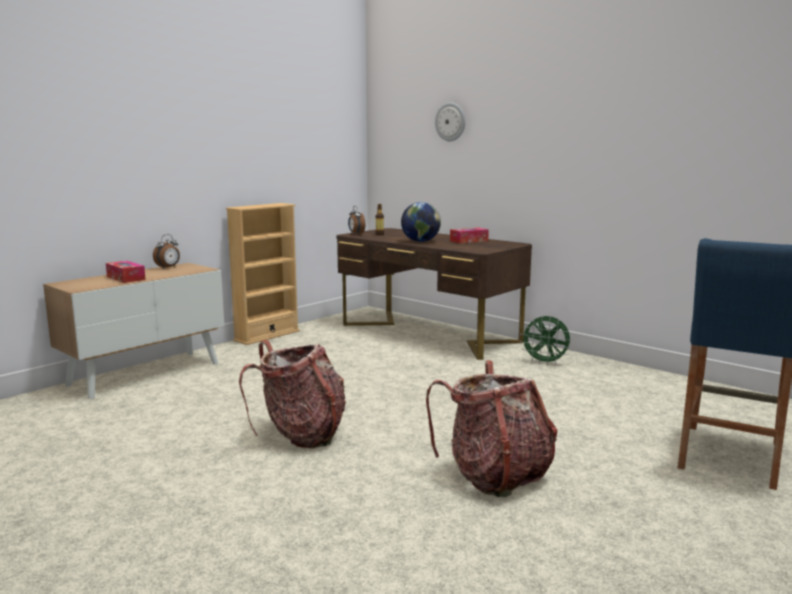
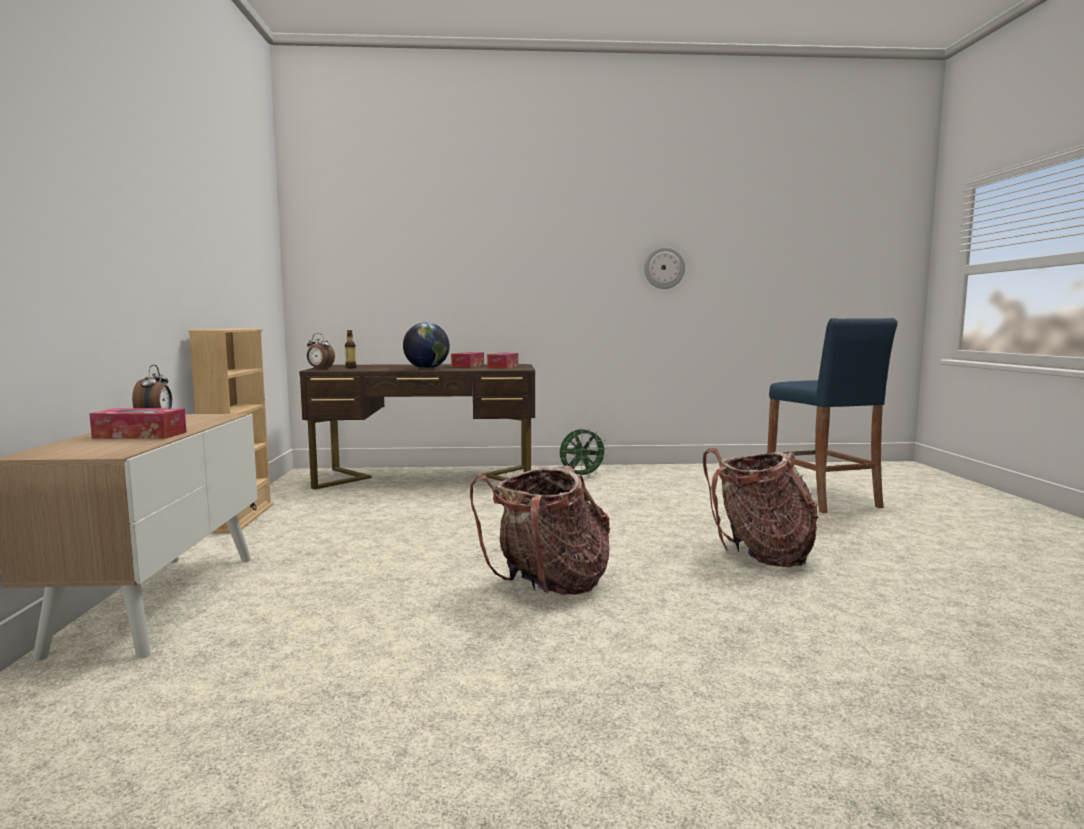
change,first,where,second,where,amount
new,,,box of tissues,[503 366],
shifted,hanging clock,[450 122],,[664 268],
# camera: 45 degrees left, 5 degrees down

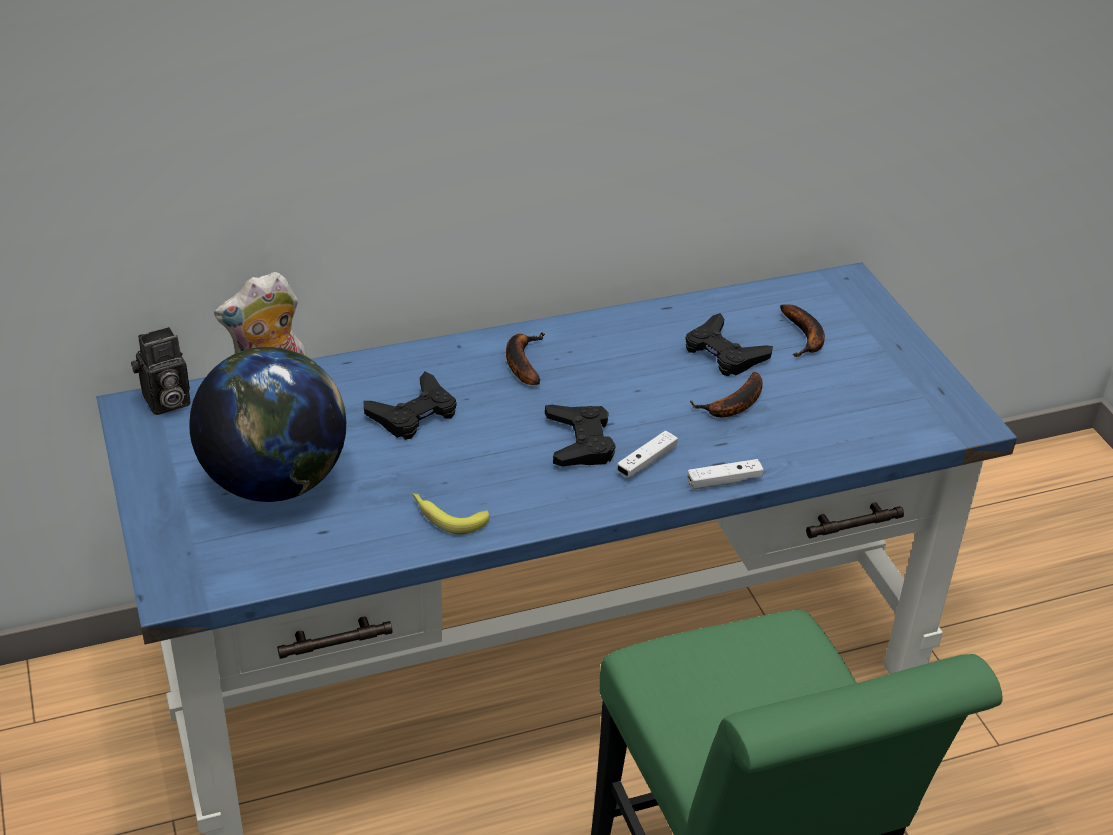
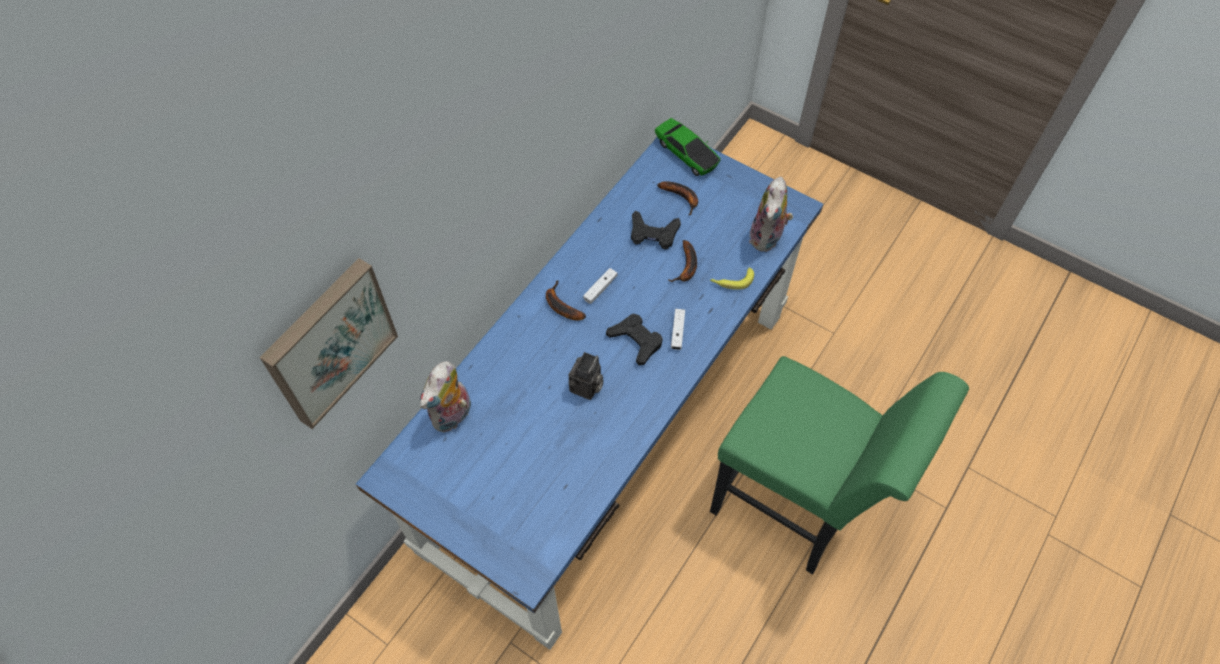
change,first,where,second,where,amount
new,,,wall art,[328 341],
shifted,photo camera,[165 402],,[586 388],
shifted,white-coloured game controller,[724 481],,[600 289],
new,,,model car,[686 153],
shifted,banana fruit,[447 516],,[731 281],
new,,,soft toy,[767 238],
gone,world globe,[275 483],,,
gone,black-coloured game controller,[413 414],,,
# camera: 35 degrees left, 20 degrees up

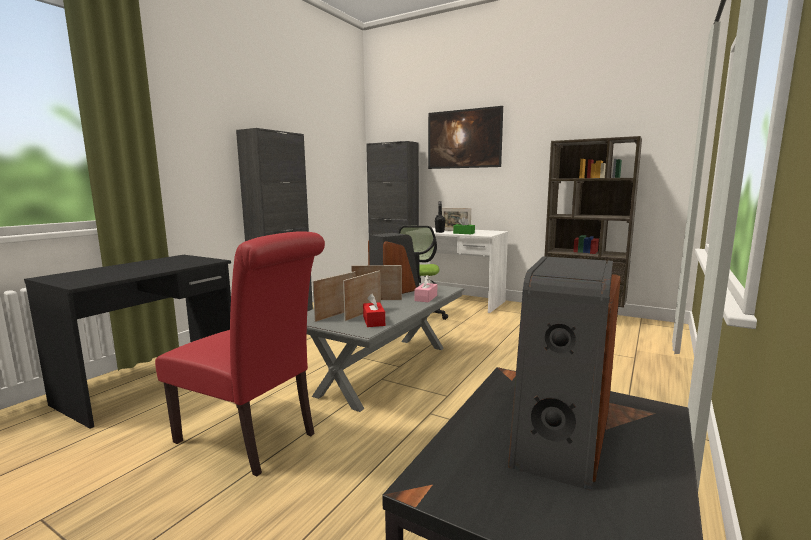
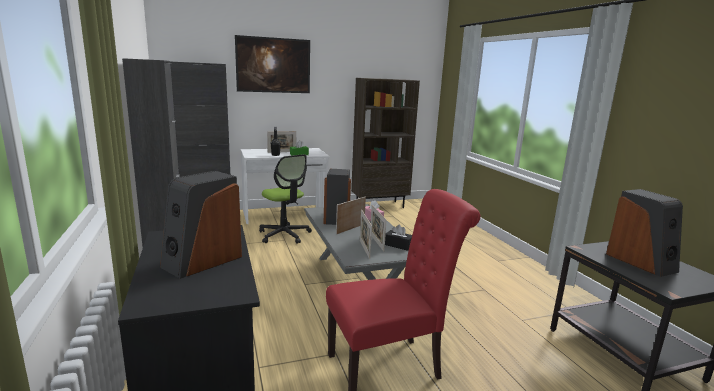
change,first,where,second,where,amount
new,,,loudspeaker,[202 261],
repainted,red box of tissues,[374 321],black-coloured box of tissues,[398 245],
# camera: 50 degrees left, 5 degrees up

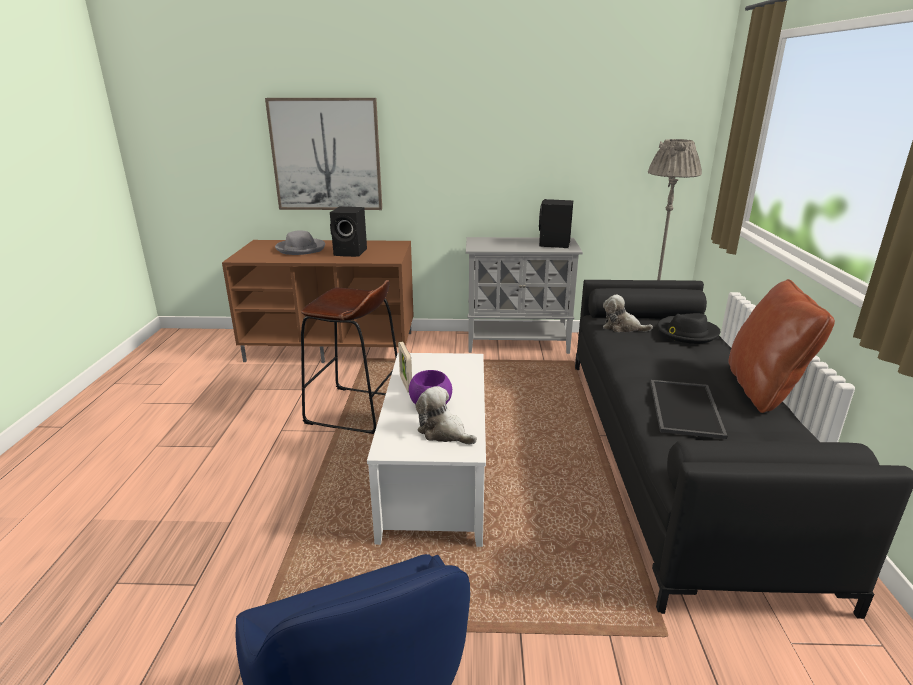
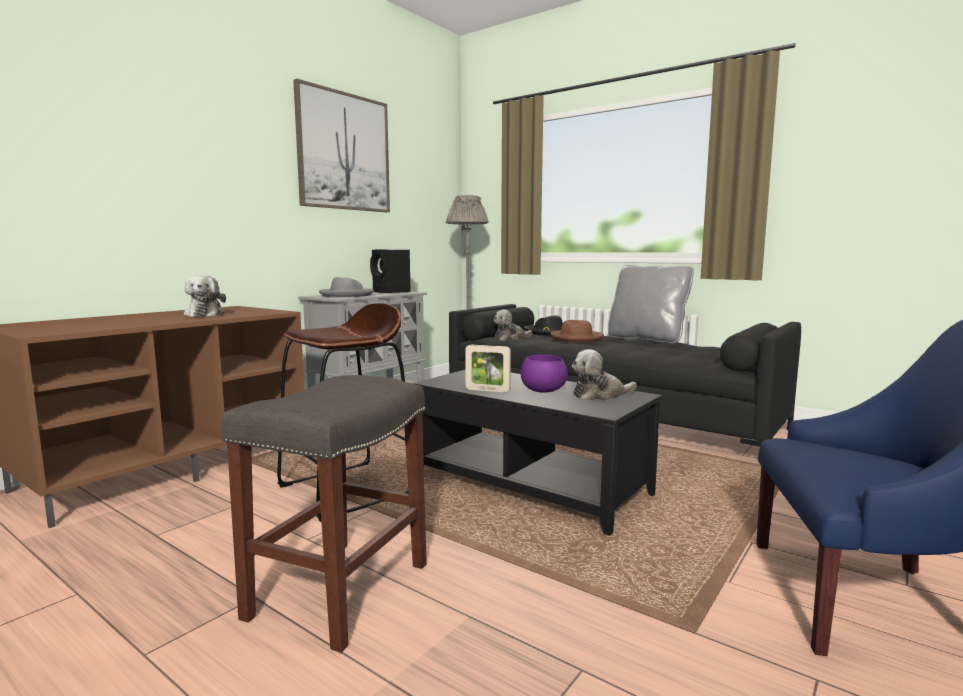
change,first,where,second,where,amount
swapped,black-coloured loudspeaker,[351 252],soft toy,[205 314],
new,,,greyish stool seat,[339 592],
shifted,wall art,[326 155],,[344 152],
shifted,greyish clothing hat,[301 249],,[346 295],
repainted,white-coloured low table,[437 475],black-coloured low table,[531 485],
new,,,brownish clothing hat,[577 339],
repainted,brownish throw pillow,[763 390],greyish throw pillow,[647 339],
gone,carrying tray,[683 407],,,
# camera: 55 degrees left, 15 degrees down

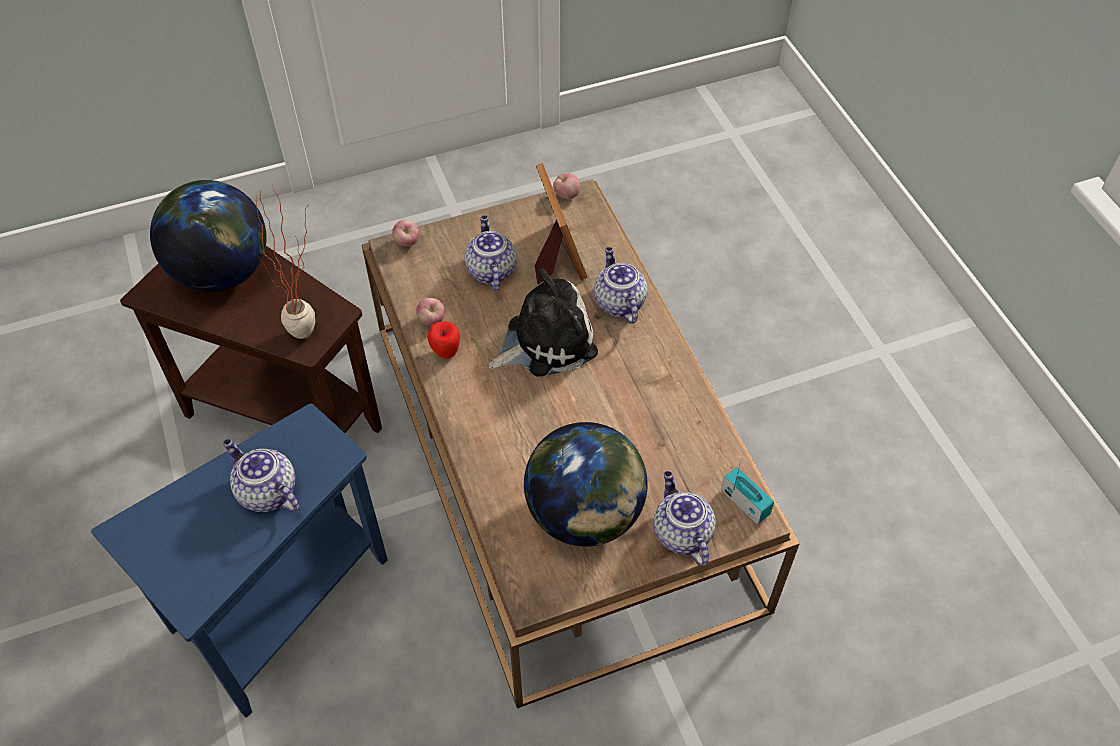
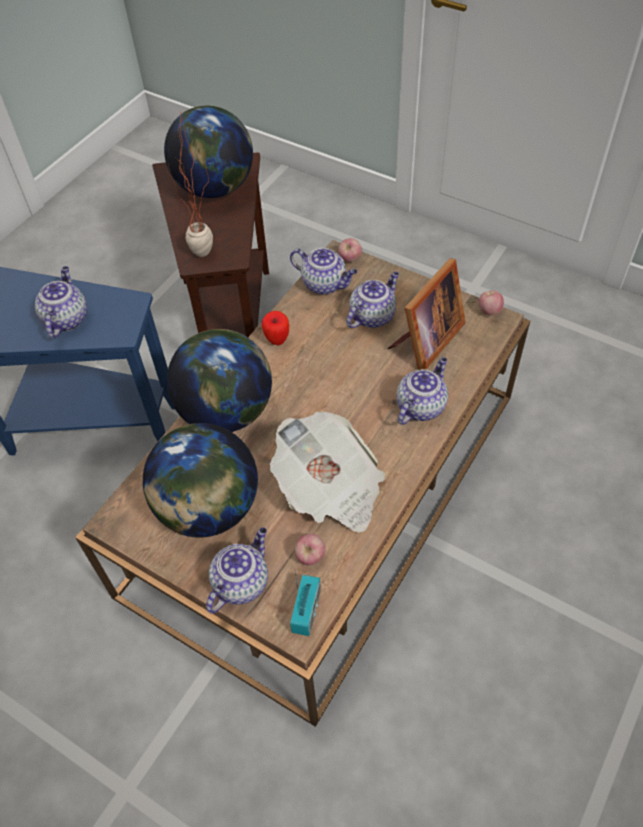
change,first,where,second,where,amount
new,,,world globe,[226 411],
new,,,newspaper,[330 488],
new,,,tea pot,[325 284],
shifted,apple fruit,[432 321],,[310 556],
gone,soft toy,[545 341],,,
# camera: 55 degrees right, 0 degrees up

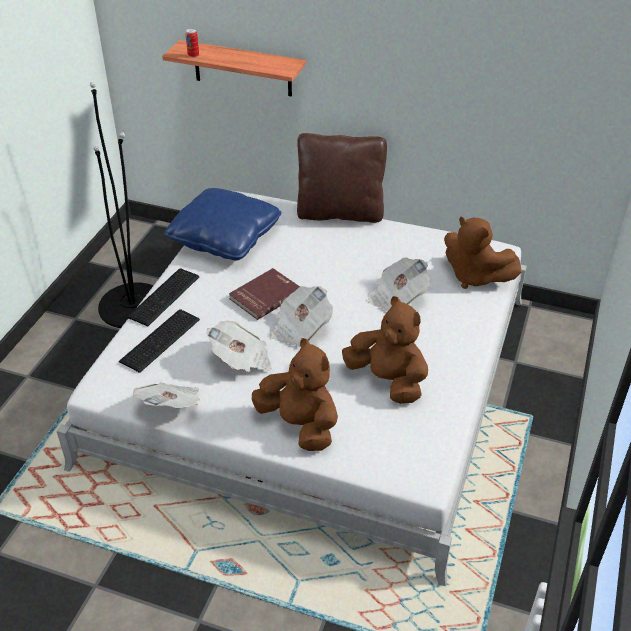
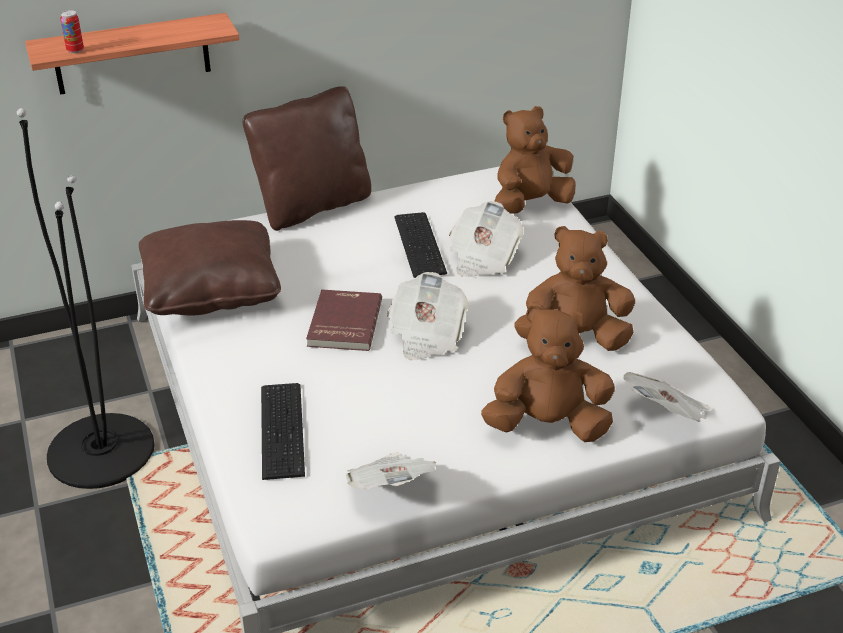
change,first,where,second,where,amount
repainted,blue-coloured throw pillow,[224 238],brownish throw pillow,[211 289],
shifted,computer keyboard,[166 296],,[421 244],
rotated,brownish soft toy,[474 276],,[530 205],150 degrees clockwise
shifted,newspaper,[241 360],,[666 415],
# camera: 40 degrees left, 5 degrees down

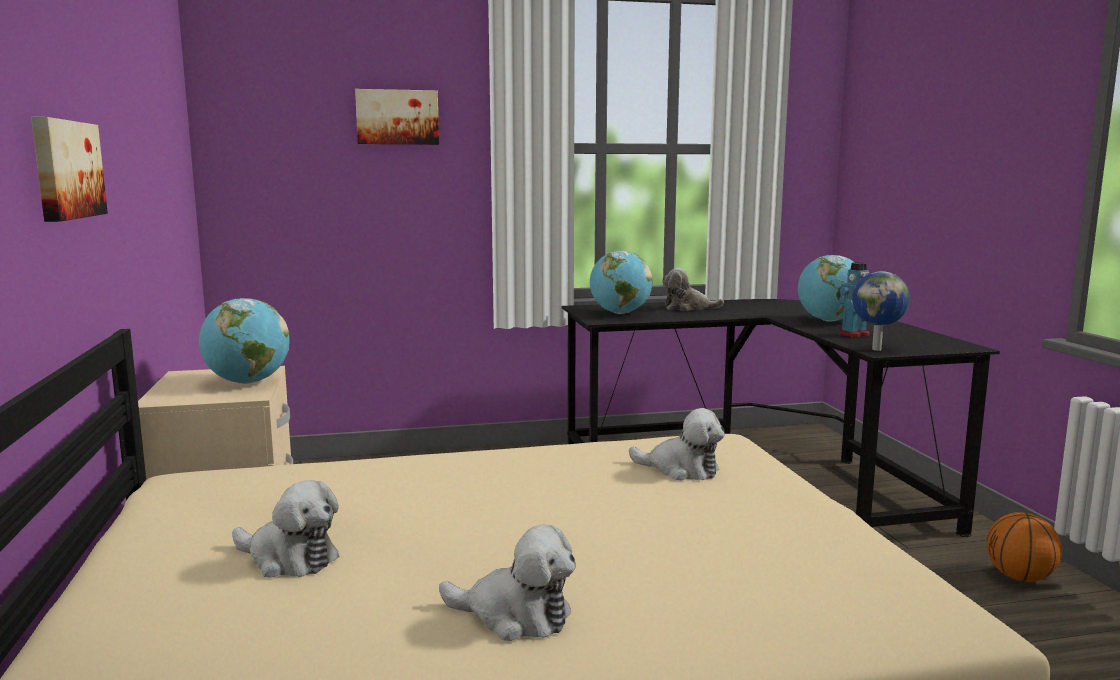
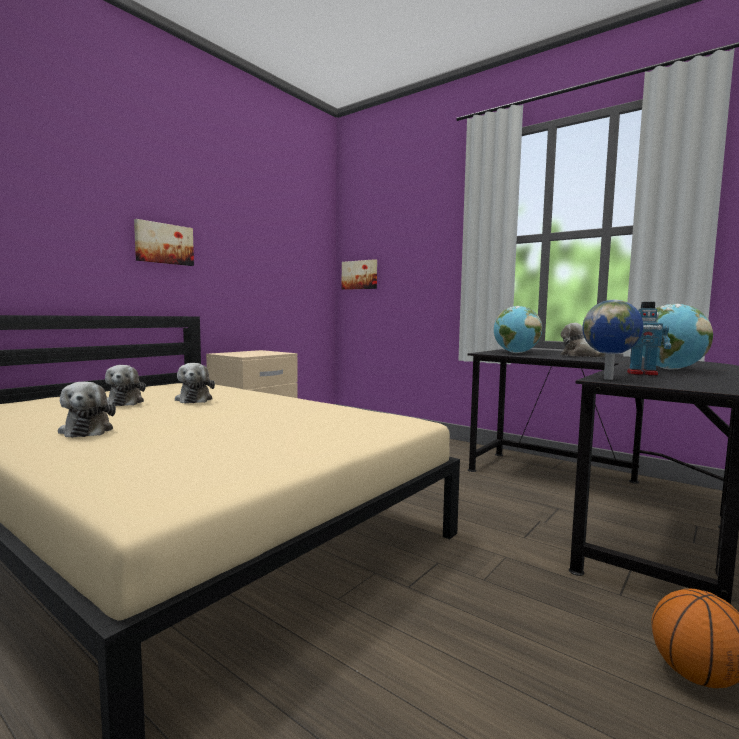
change,first,where,second,where,amount
shifted,soft toy,[681 469],,[194 399],
shifted,wall art,[397 117],,[360 275],
gone,world globe,[247 382],,,
# camera: 50 degrees right, 5 degrees down

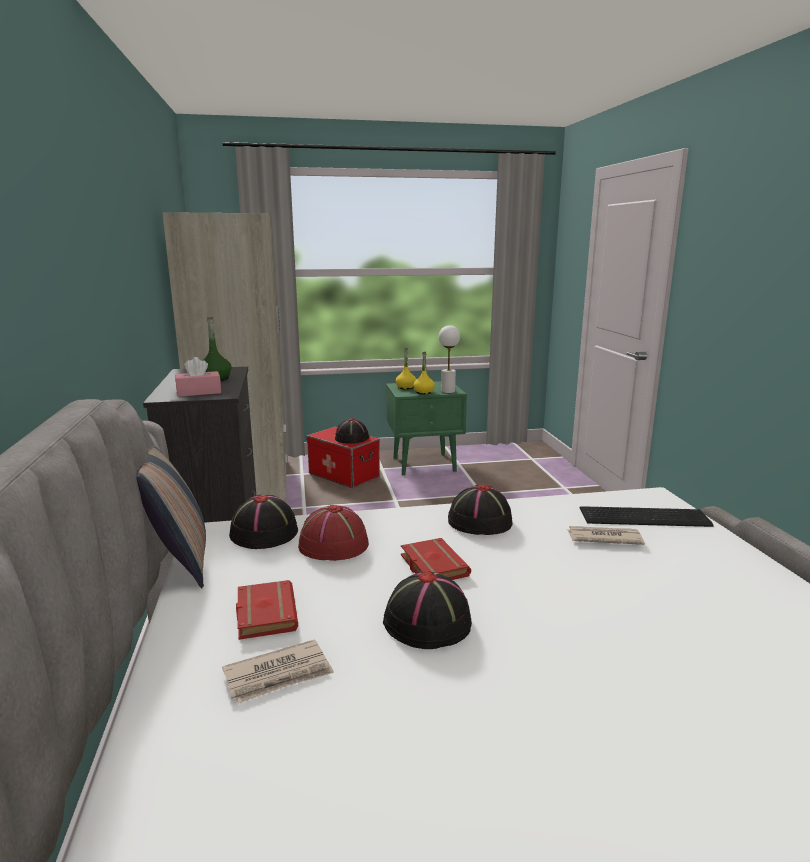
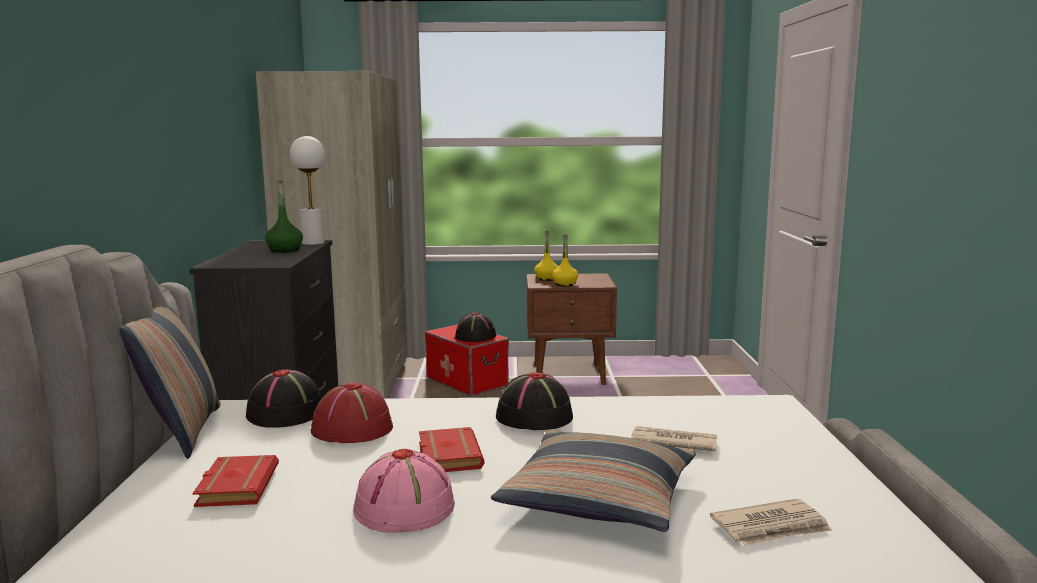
change,first,where,second,where,amount
shifted,white-coloured lamp for a table,[448 391],,[313 243],
repainted,black-coloured clothing hat,[428 623],pink-coloured clothing hat,[405 509],
new,,,throw pillow,[599 498],
repainted,green night table,[425 464],brownish night table,[570 375],
shifted,newspaper,[279 675],,[772 527],
gone,pink-coloured box of tissues,[199 392],,,
gone,computer keyboard,[641 516],,,
# camera: 10 degrees right, 5 degrees down

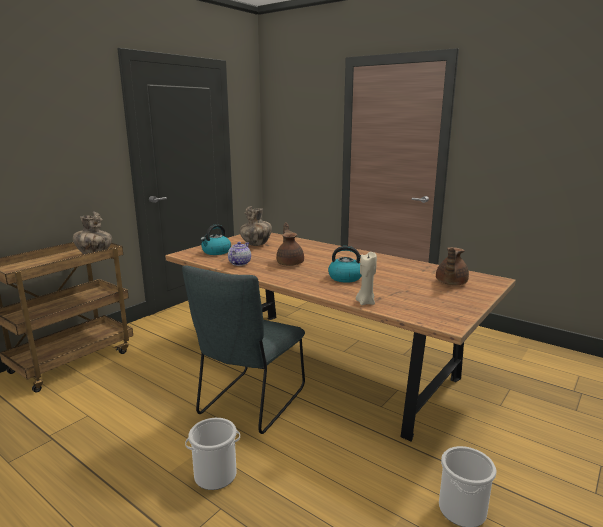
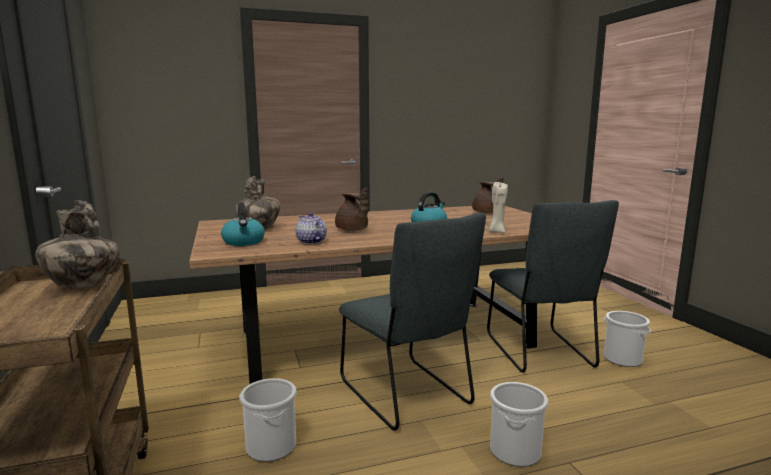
change,first,where,second,where,amount
new,,,pail,[271 446],
rotated,brownish tea pot,[290 263],,[352 230],150 degrees counterclockwise
new,,,greyish plain chair,[541 353],
# camera: 55 degrees left, 5 degrees down

